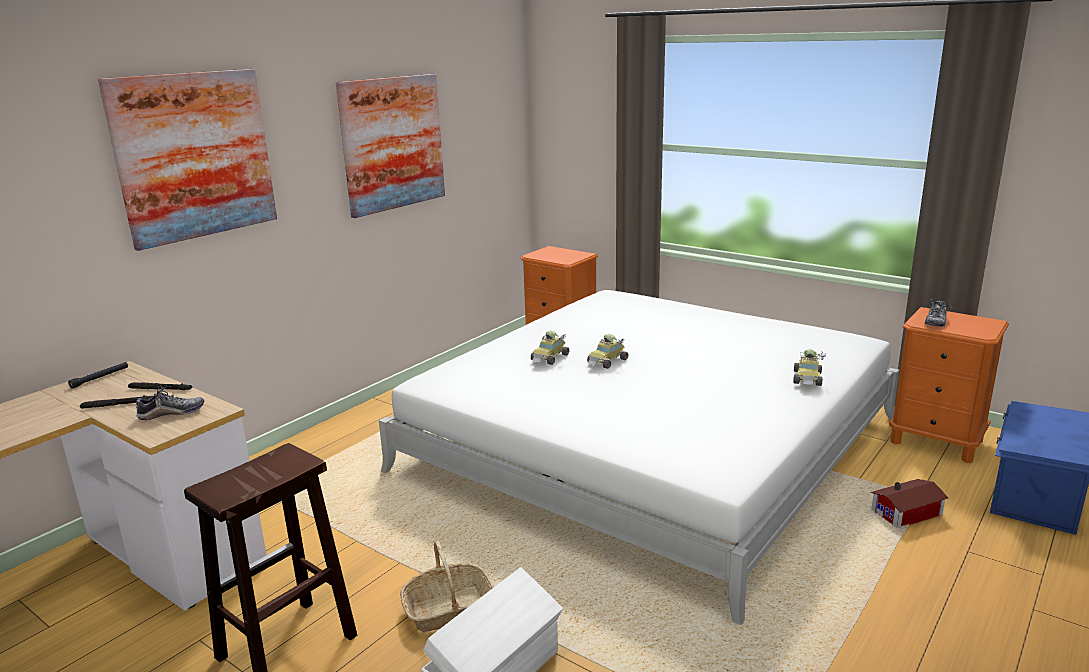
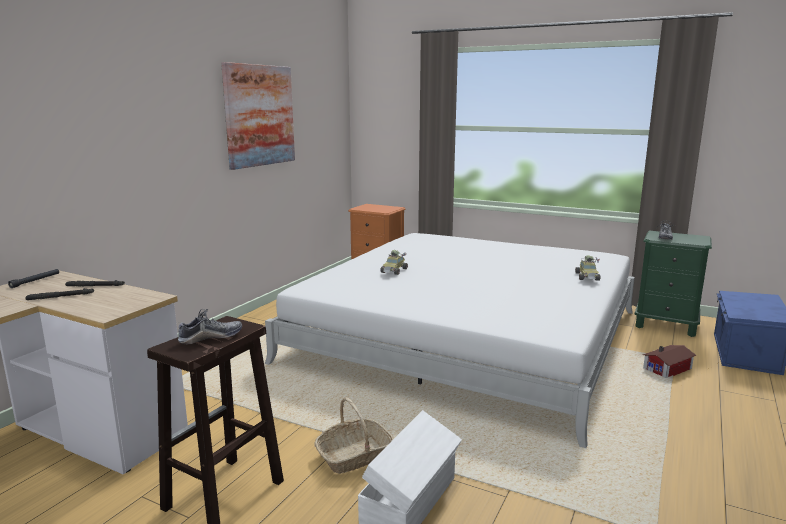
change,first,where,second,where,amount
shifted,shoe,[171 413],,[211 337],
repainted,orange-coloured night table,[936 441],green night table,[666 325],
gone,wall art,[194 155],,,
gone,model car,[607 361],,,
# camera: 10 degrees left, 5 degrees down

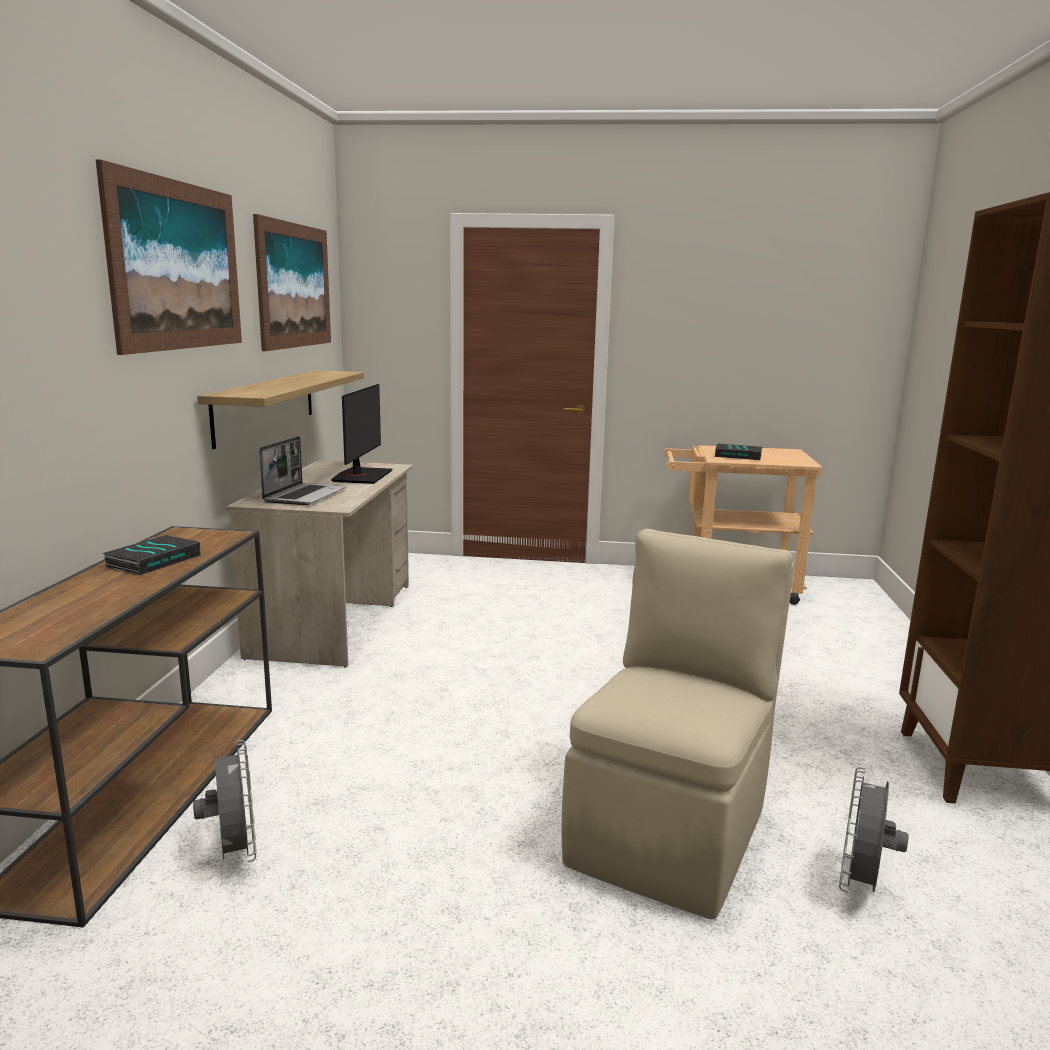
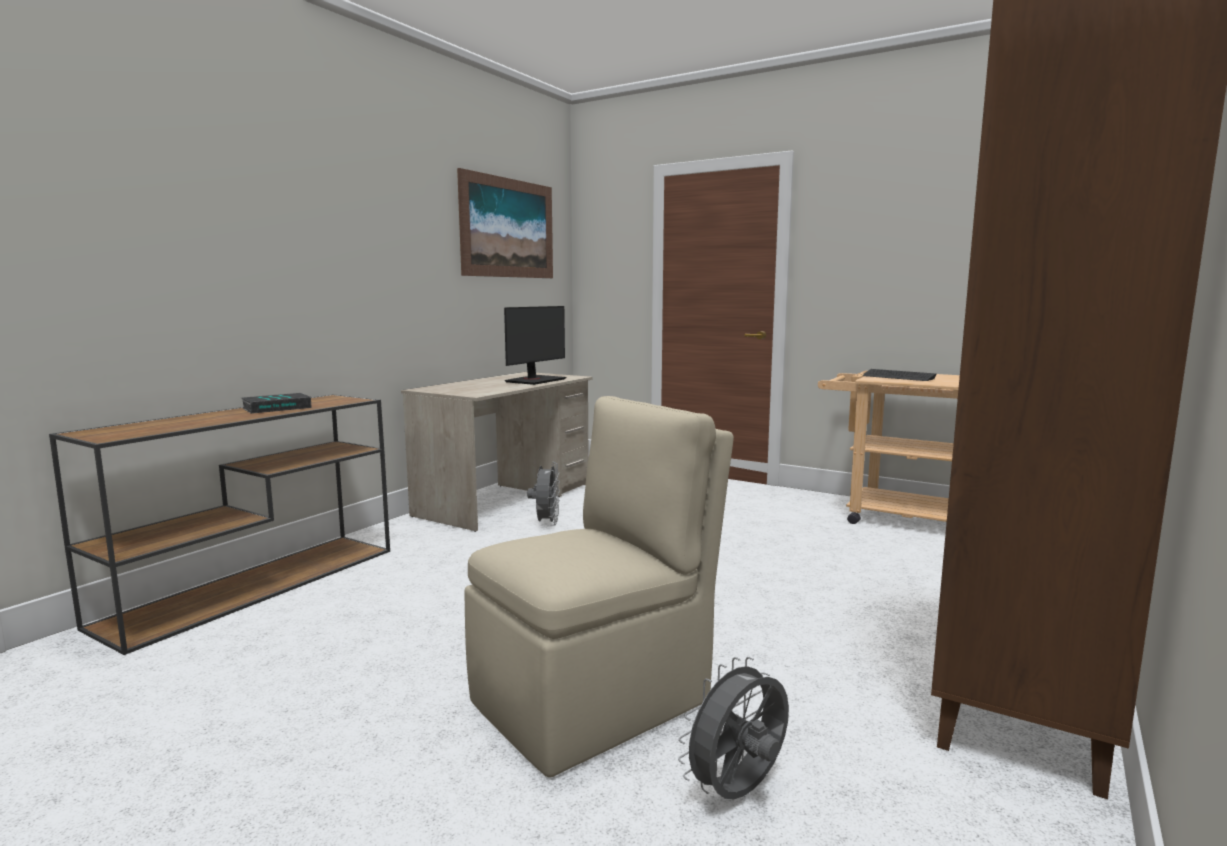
change,first,where,second,where,amount
shifted,greyish electric fan,[234 852],,[546 523],
swapped,bound book,[738 456],computer keyboard,[898 377],
gone,wall art,[178 266],,,
gone,bracket shelf,[266 405],,,
gone,laptop,[305 495],,,
# camera: 25 degrees right, 5 degrees down

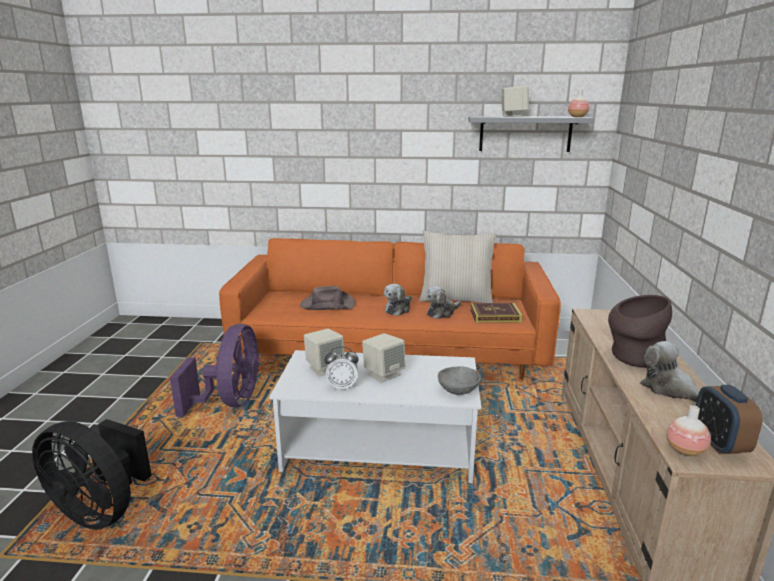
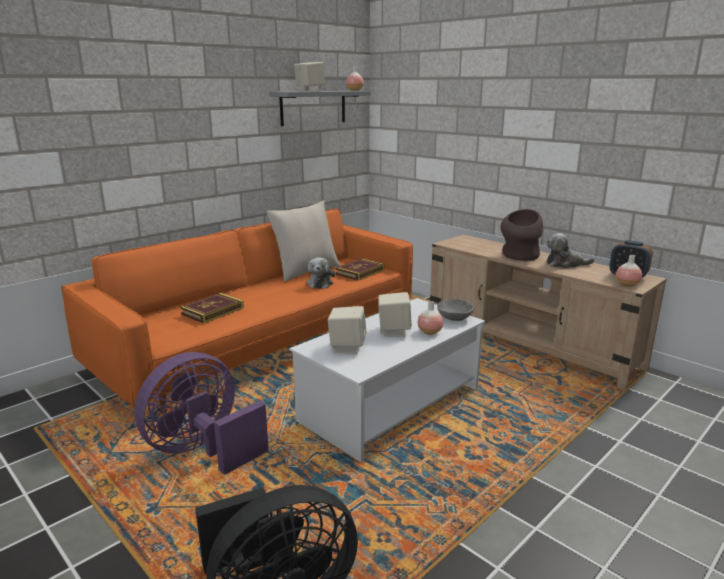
change,first,where,second,where,amount
rotated,purple electric fan,[231 402],,[203 450],90 degrees counterclockwise
swapped,brownish clothing hat,[327 305],bound book,[213 311],
new,,,decorative vase,[429 332],
gone,alarm clock,[342 387],,,
gone,soft toy,[398 309],,,
# camera: 50 degrees left, 0 degrees up

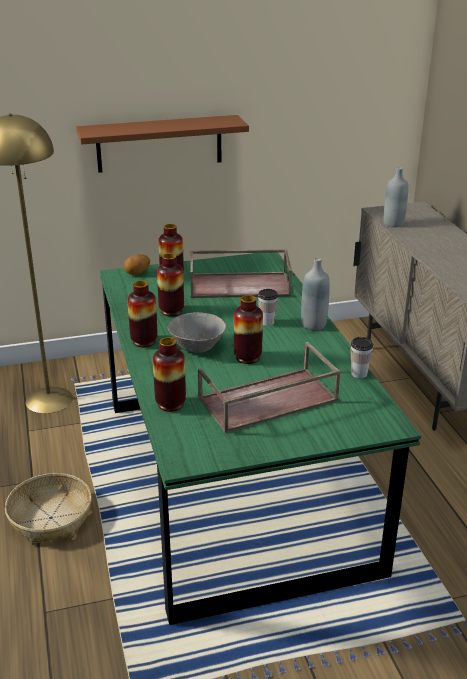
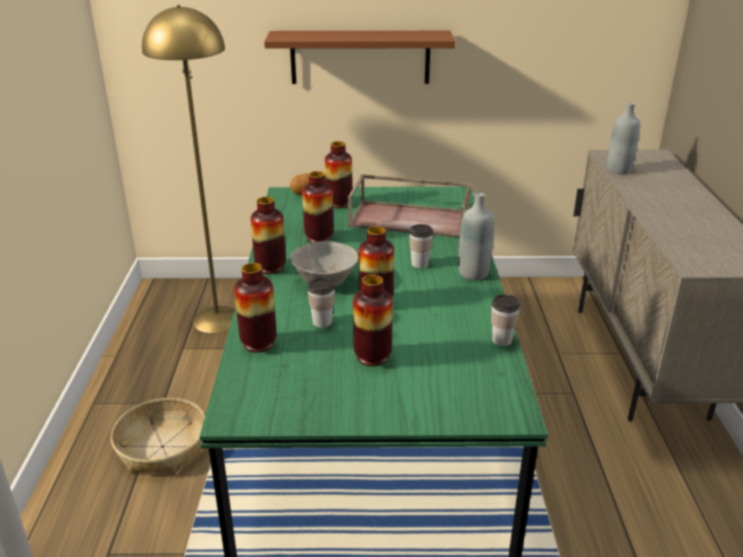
change,first,where,second,where,amount
new,,,drinking cup,[322 322],
swapped,brownish carrying tray,[267 401],decorative vase,[372 357],
# camera: 15 degrees right, 0 degrees up

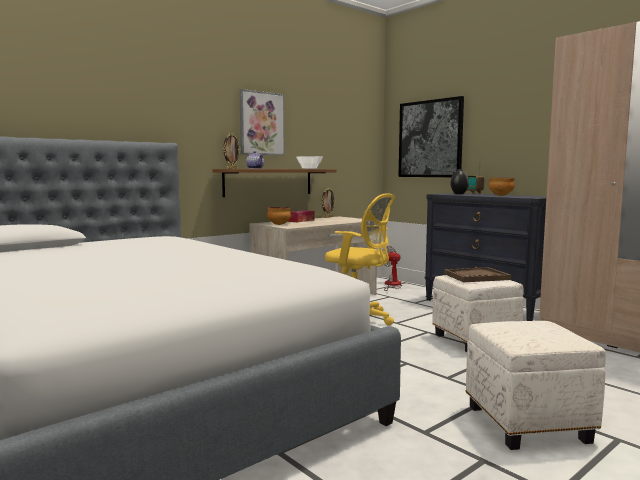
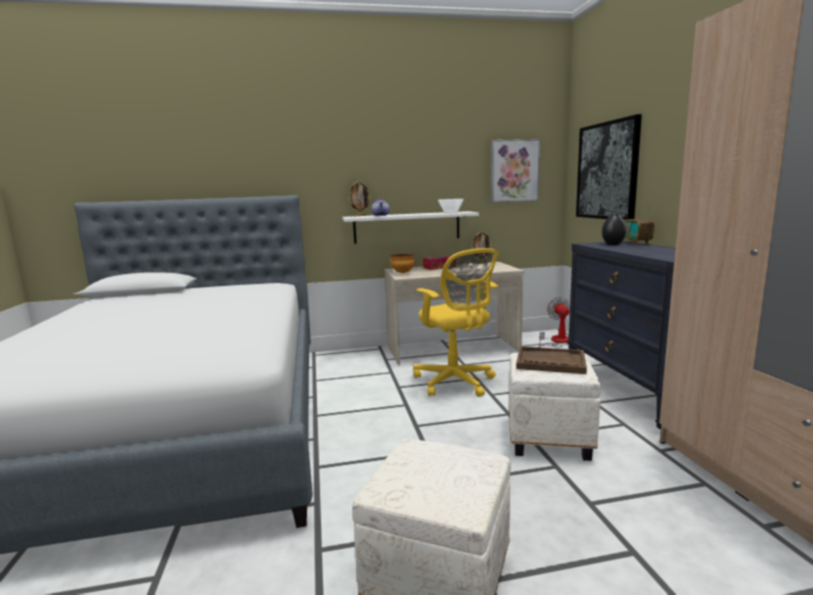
change,first,where,second,where,amount
repainted,brownish bracket shelf,[268 182],white-coloured bracket shelf,[407 227],
shifted,wall art,[261 123],,[514 171],
gone,deep dish,[500 195],,,
# camera: 30 degrees right, 5 degrees up

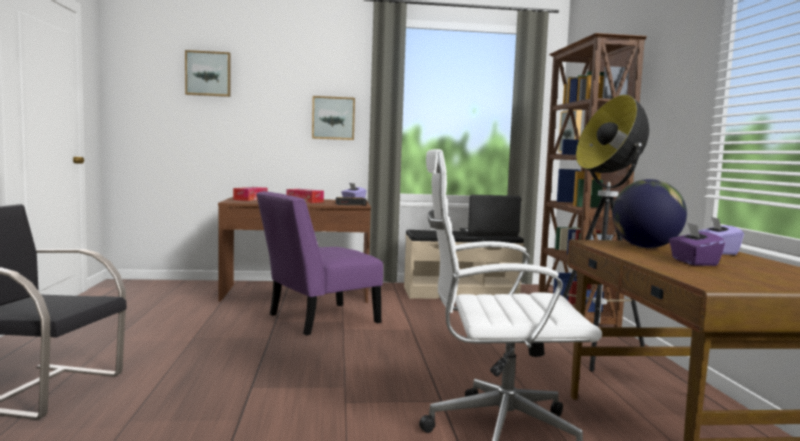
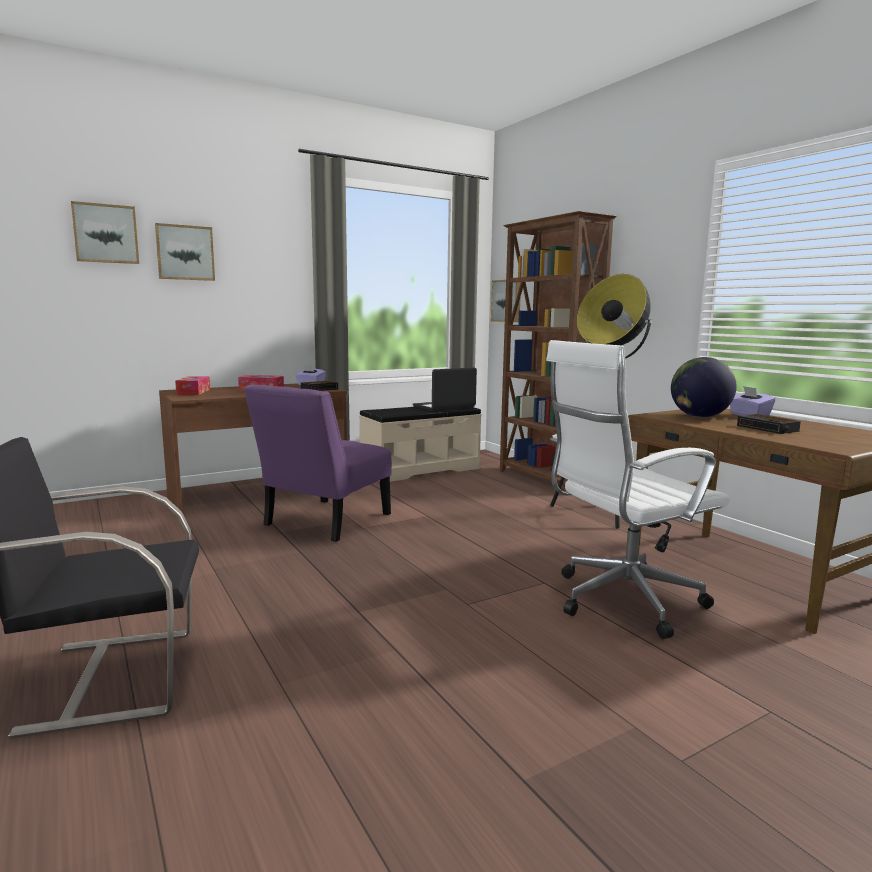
change,first,where,second,where,amount
shifted,wall art,[333 118],,[185 253],
swapped,purple box of tissues,[693 262],alarm clock,[768 428],
# camera: 25 degrees left, 5 degrees up

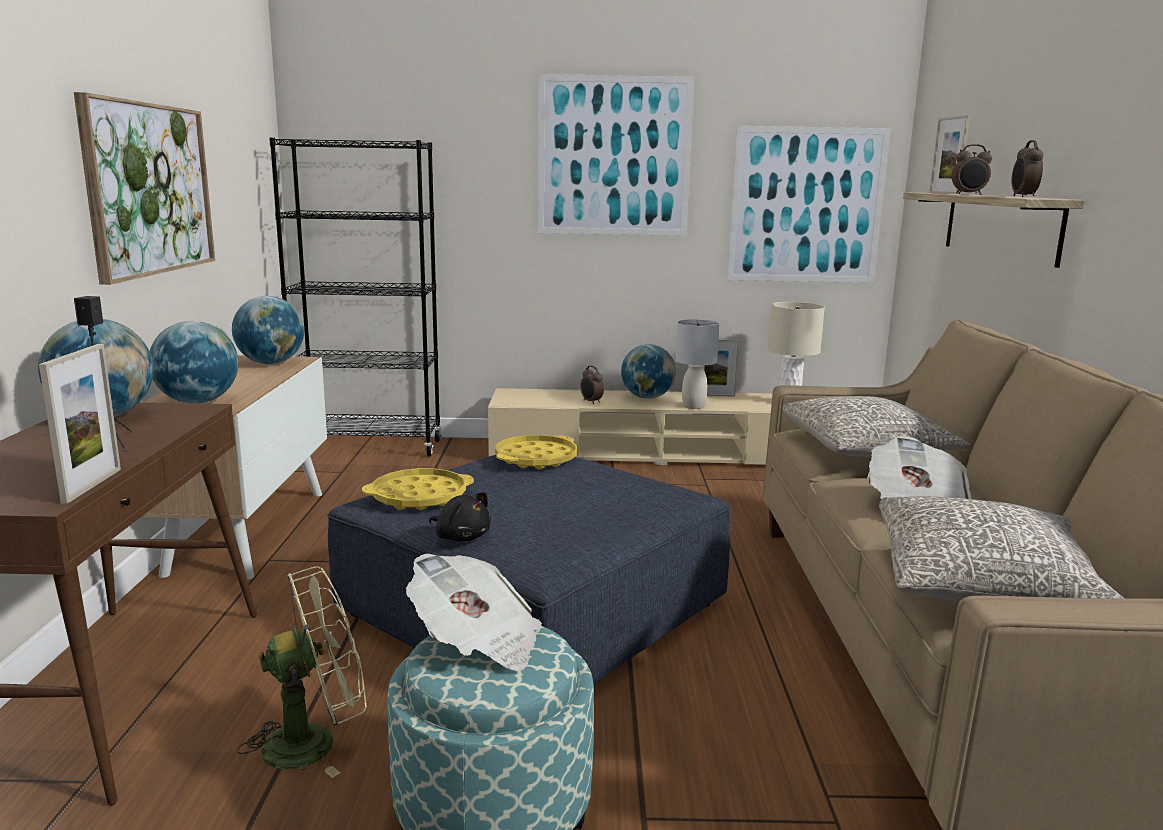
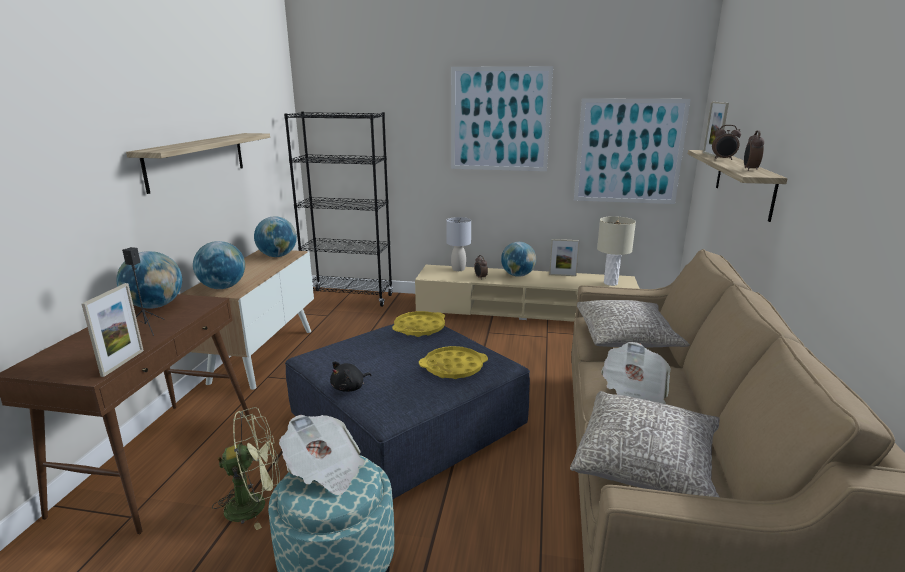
change,first,where,second,where,amount
swapped,wall art,[149 189],bracket shelf,[197 160],
rotated,black-coloured soft toy,[461 537],,[350 388],90 degrees clockwise
shifted,yellow-coloured carrying tray,[419 497],,[453 367],
shifted,greyish lamp for a table,[694 406],,[458 269],
# camera: 10 degrees right, 5 degrees up

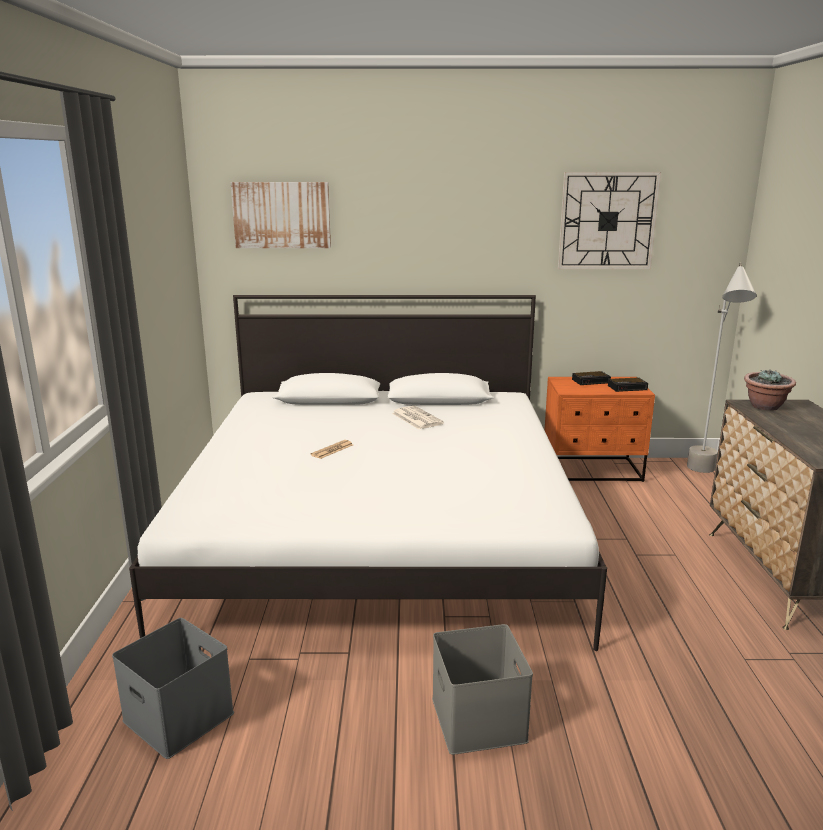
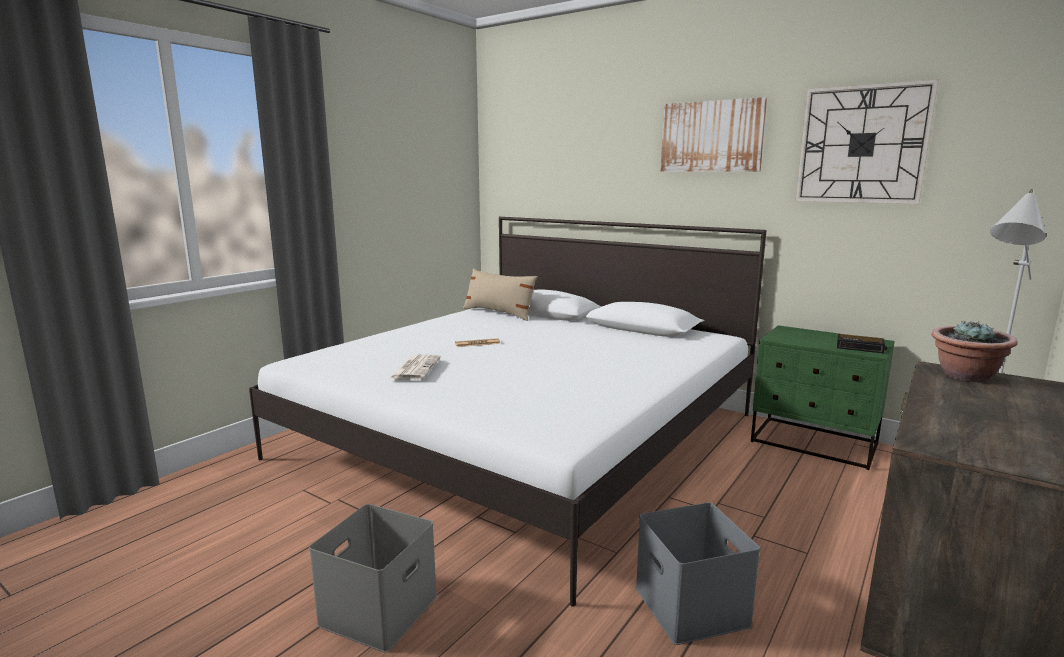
change,first,where,second,where,amount
shifted,newspaper,[416 418],,[415 368],
new,,,beige throw pillow,[499 313],
shifted,greyish storage container,[181 716],,[694 607],
shifted,wall art,[282 215],,[711 136],
repainted,orange-coloured night table,[592 470],green night table,[814 443],
gone,alarm clock,[591 381],,,
# camera: 35 degrees right, 5 degrees down

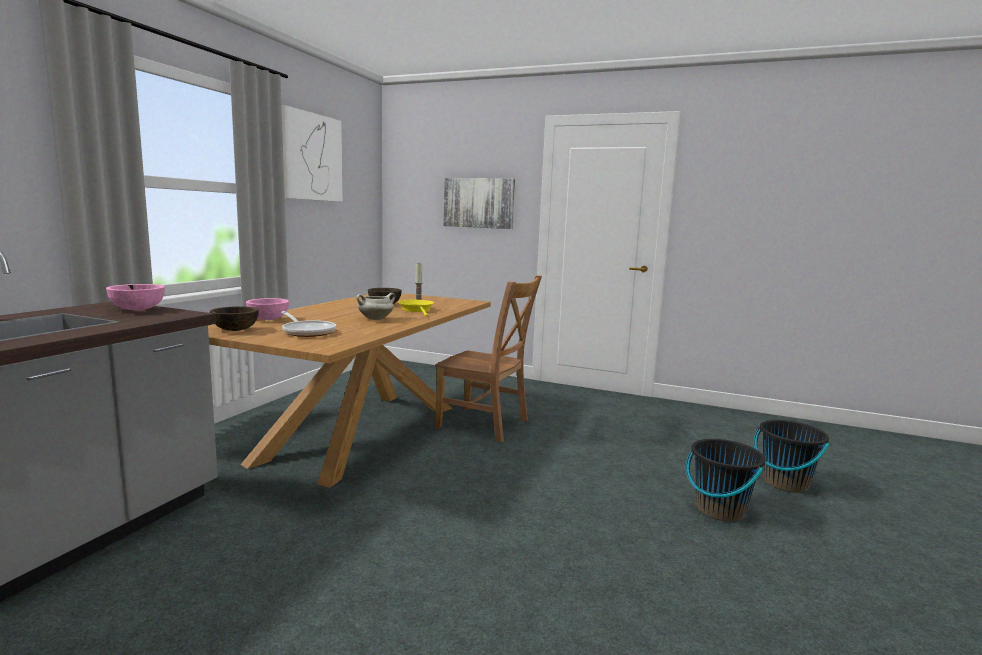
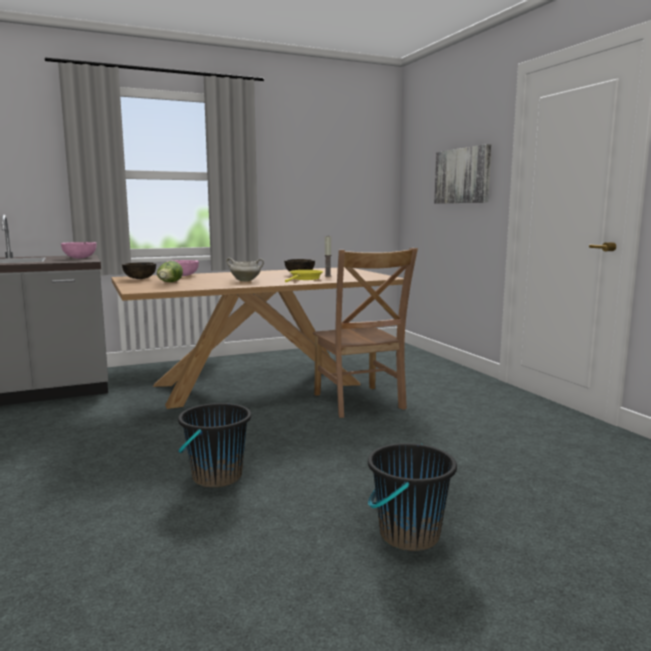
change,first,where,second,where,amount
swapped,pan,[307 332],head of lettuce,[169 283],
shifted,black-coloured pail,[785 483],,[216 476],
gone,wall art,[312 157],,,
# camera: 45 degrees right, 0 degrees up

